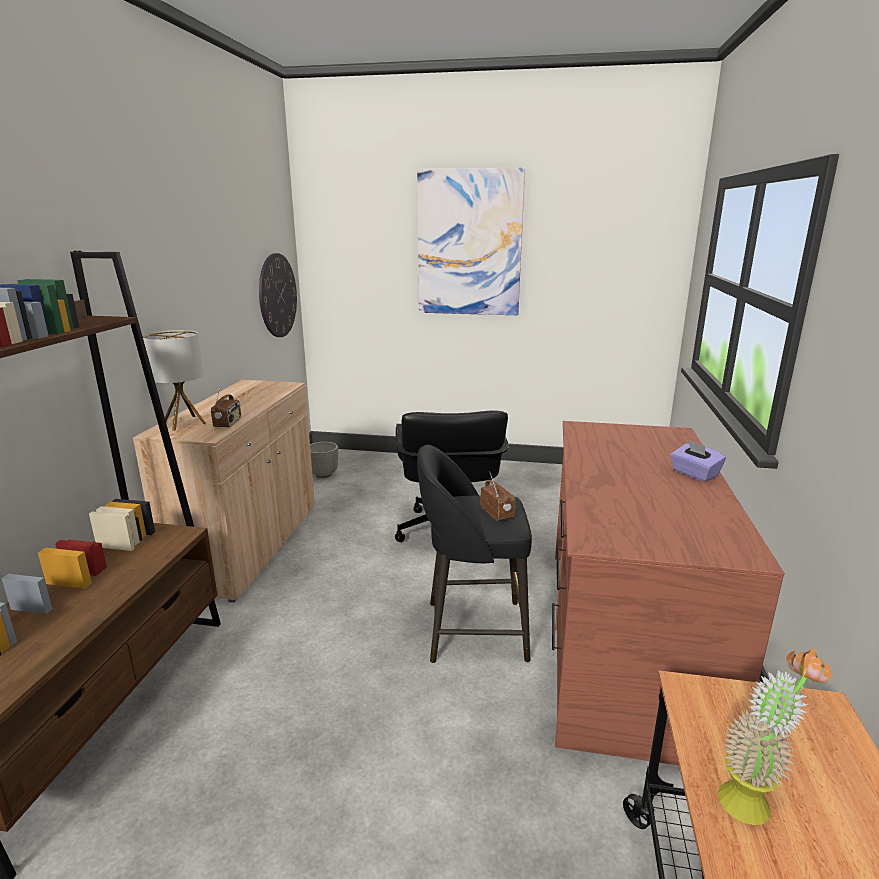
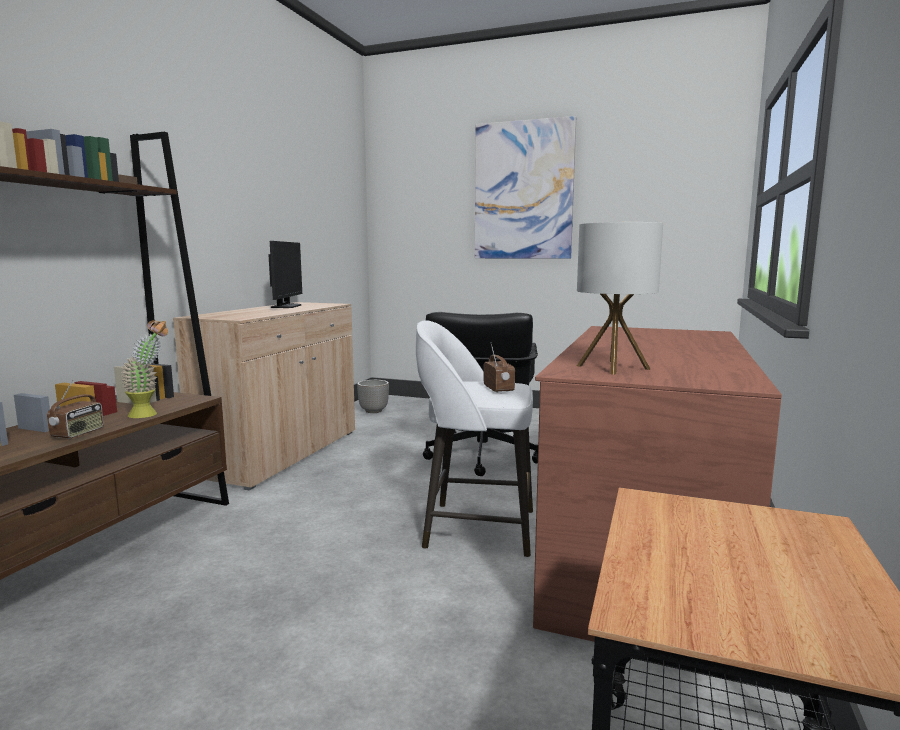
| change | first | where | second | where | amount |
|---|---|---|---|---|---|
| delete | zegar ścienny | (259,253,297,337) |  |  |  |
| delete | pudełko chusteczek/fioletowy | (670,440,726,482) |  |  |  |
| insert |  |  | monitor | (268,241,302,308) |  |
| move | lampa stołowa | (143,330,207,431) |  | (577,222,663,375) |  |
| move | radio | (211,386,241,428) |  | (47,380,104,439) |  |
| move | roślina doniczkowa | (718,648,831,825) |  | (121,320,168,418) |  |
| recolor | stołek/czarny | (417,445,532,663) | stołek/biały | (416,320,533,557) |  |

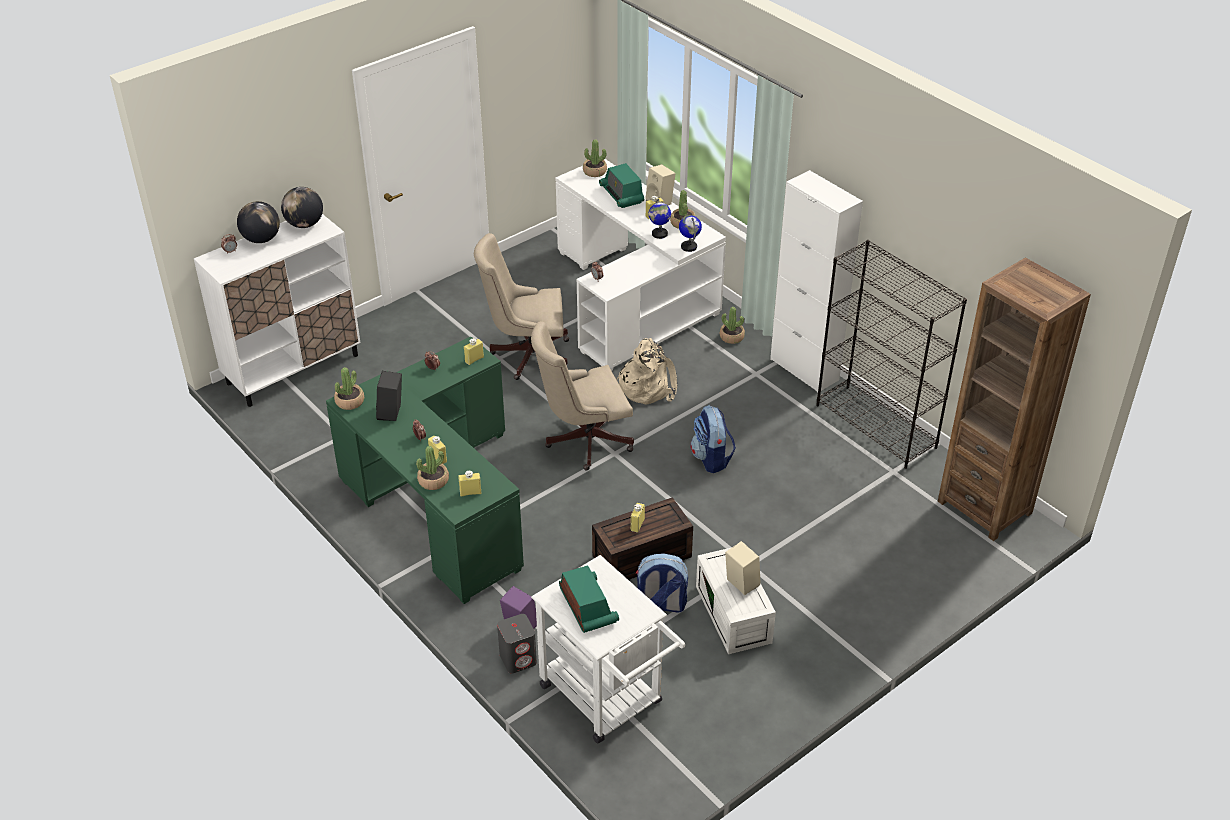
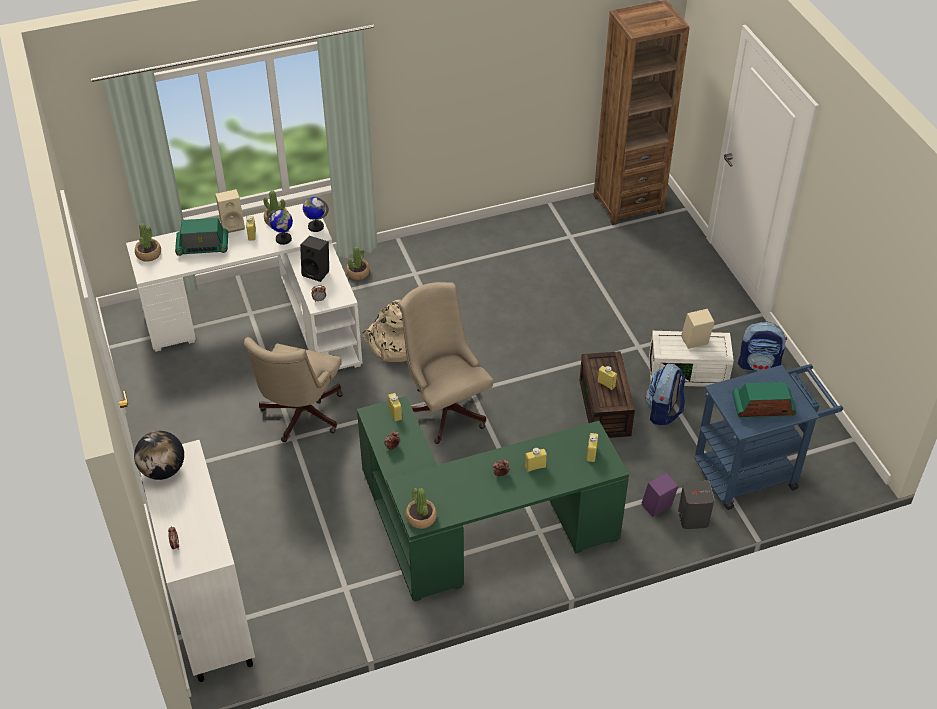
| change | first | where | second | where | amount |
|---|---|---|---|---|---|
| delete | globus | (237,201,280,243) |  |  |  |
| delete | roślina doniczkowa | (416,446,449,490) |  |  |  |
| delete | szafka/biały | (770,170,863,392) |  |  |  |
| delete | regał/czarny | (816,240,967,469) |  |  |  |
| move | głośnik/czarny | (376,371,402,421) |  | (300,236,329,282) |  |
| move | plecak | (690,405,736,473) |  | (738,322,787,371) |  |
| recolor | wózek/biały | (531,555,685,743) | wózek/niebieski | (694,364,843,510) |  |
| rotate | krzesło biurowe/beżowy | (531,321,634,470) |  | (399,282,493,444) | 150 degrees clockwise |

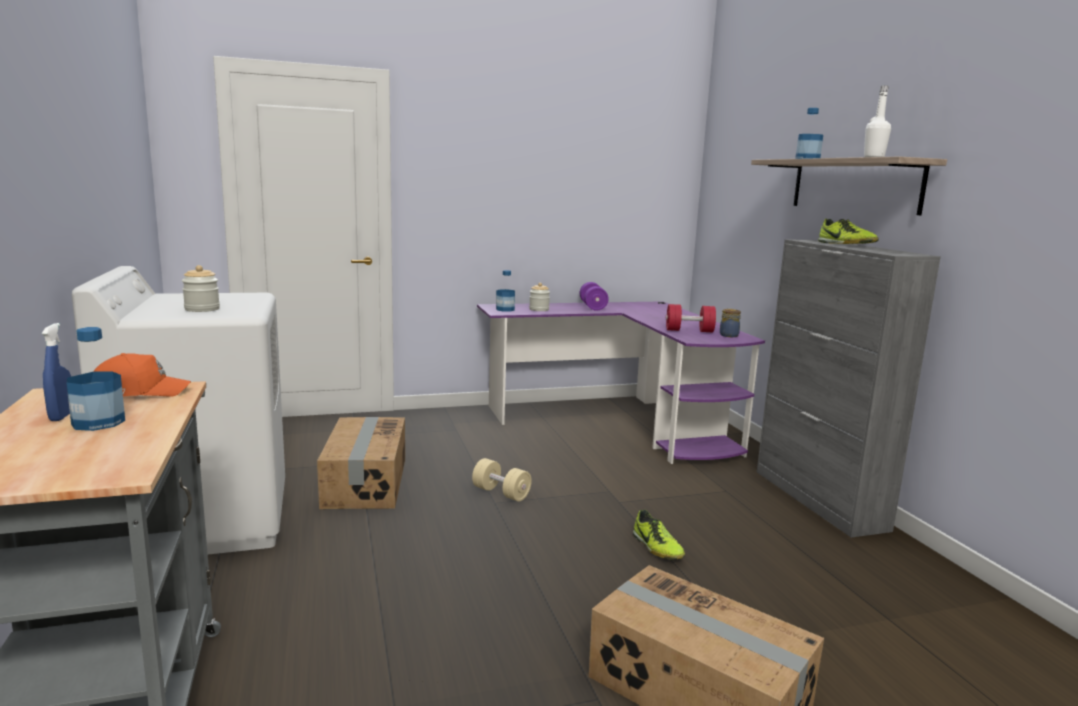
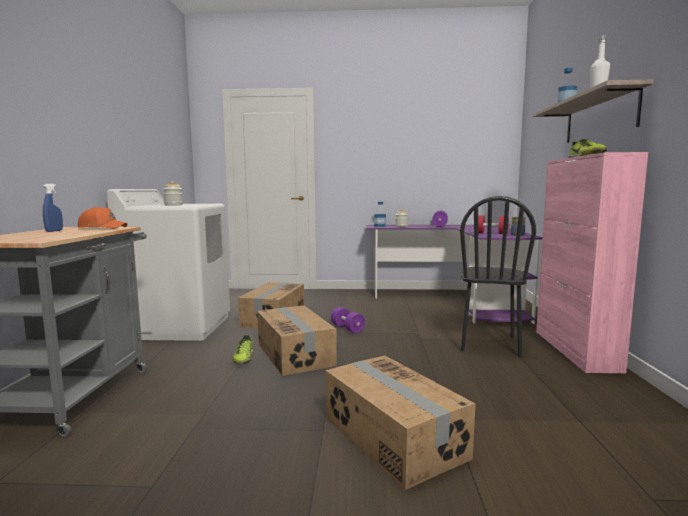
| change | first | where | second | where | amount |
|---|---|---|---|---|---|
| delete | butelka | (66,327,125,431) |  |  |  |
| insert |  |  | karton | (257,306,337,376) |  |
| insert |  |  | krzesło/czarny | (460,196,536,357) |  |
| move | but | (633,510,685,560) |  | (233,335,253,364) |  |
| recolor | hantel/beżowy | (472,458,532,501) | hantel/fioletowy | (331,307,365,333) |  |
| recolor | szafka/szary | (757,239,941,538) | szafka/różowy | (536,152,648,373) |  |

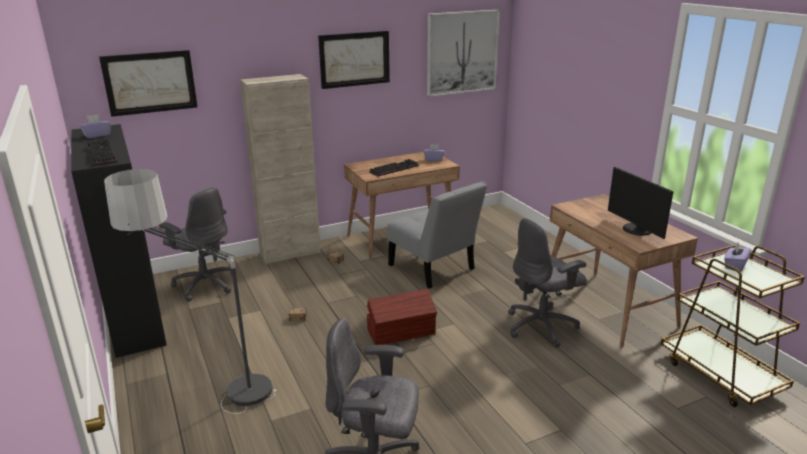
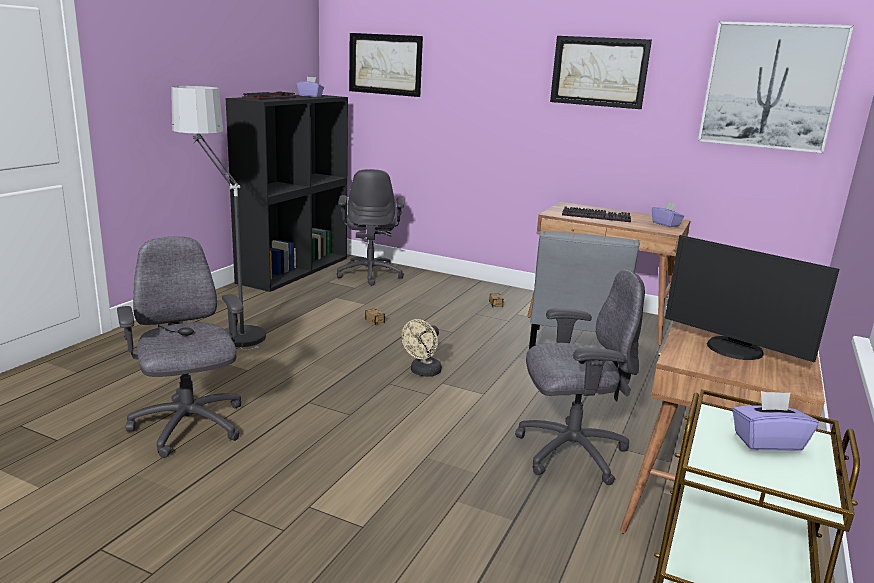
| change | first | where | second | where | amount |
|---|---|---|---|---|---|
| delete | szafka/beżowy | (240,74,321,264) |  |  |  |
| replace | pojemnik do przechowywania/brązowy | (367,289,437,345) | wentylator/beżowy | (402,319,442,377) |  |
| rotate | krzesło biurowe/szary | (508,218,587,348) |  | (515,270,645,485) | 150 degrees clockwise |
| rotate | monitor | (608,167,674,239) |  | (665,235,839,362) | 75 degrees counterclockwise |

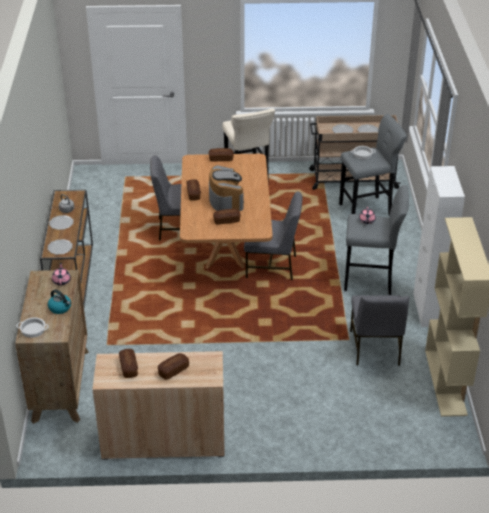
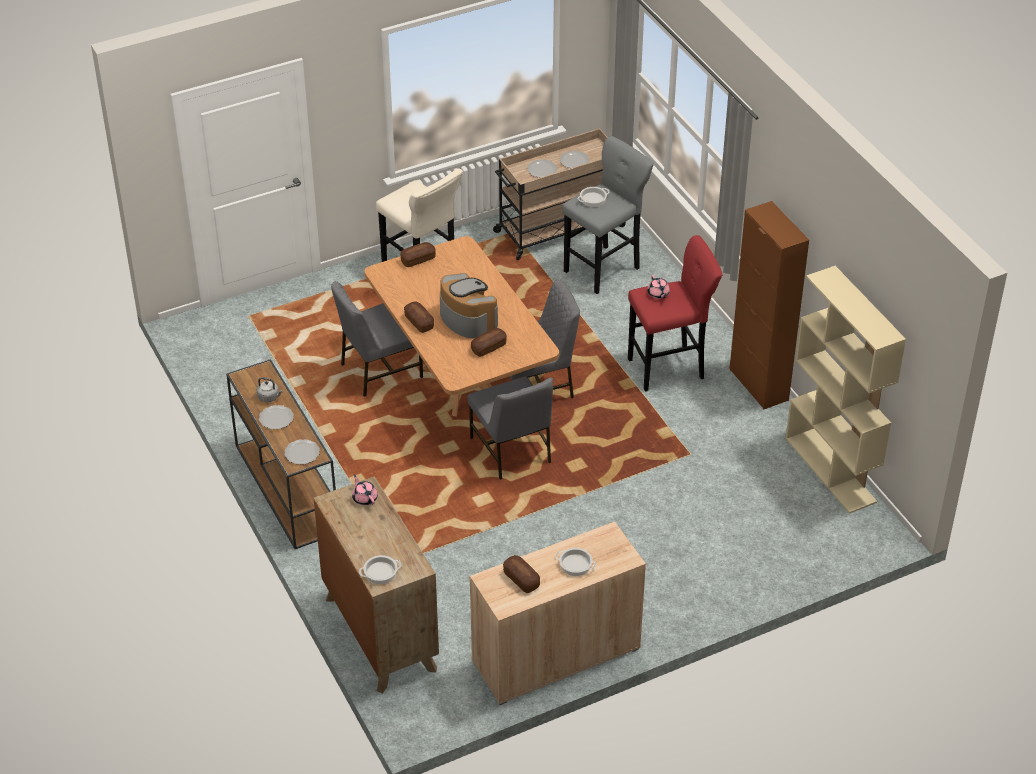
| change | first | where | second | where | amount |
|---|---|---|---|---|---|
| delete | czajnik | (48,289,71,314) |  |  |  |
| move | krzesło/szary | (350,295,410,366) |  | (467,377,553,480) |  |
| replace | chleb | (158,353,189,380) | garnek | (555,548,596,576) |  |
| recolor | stołek/szary | (344,185,409,295) | stołek/czerwony | (628,235,723,392) |  |
| recolor | szafka/biały | (413,166,465,327) | szafka/brązowy | (729,201,809,410) |  |

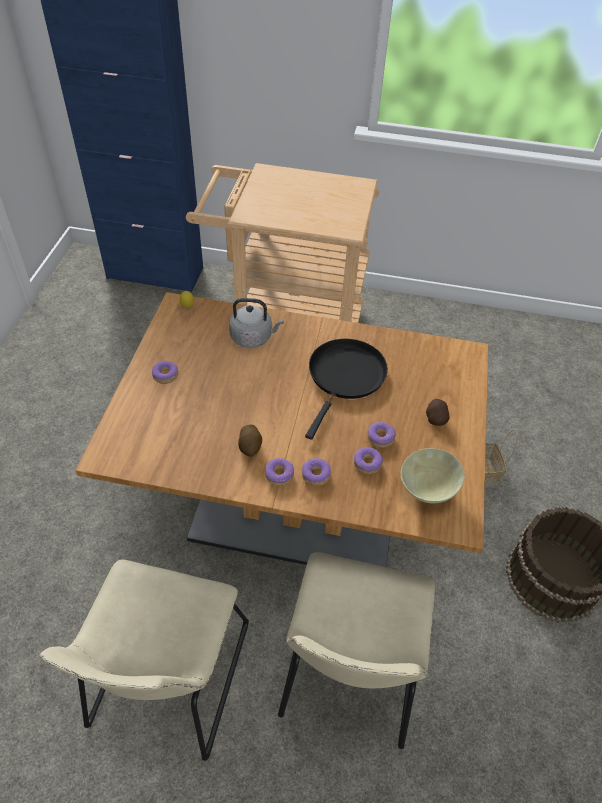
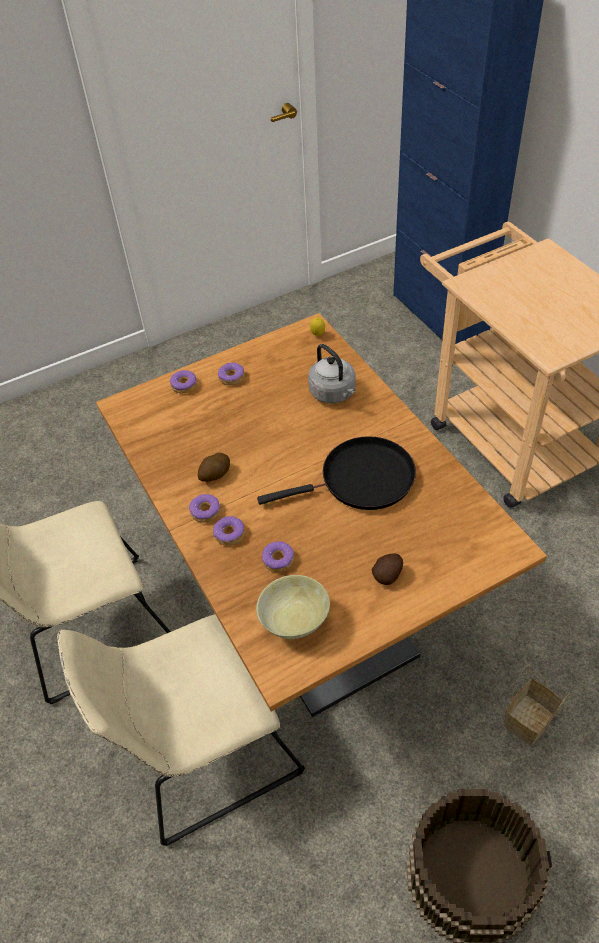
| change | first | where | second | where | amount |
|---|---|---|---|---|---|
| move | donut | (367,422,396,448) |  | (170,370,197,393) |  |

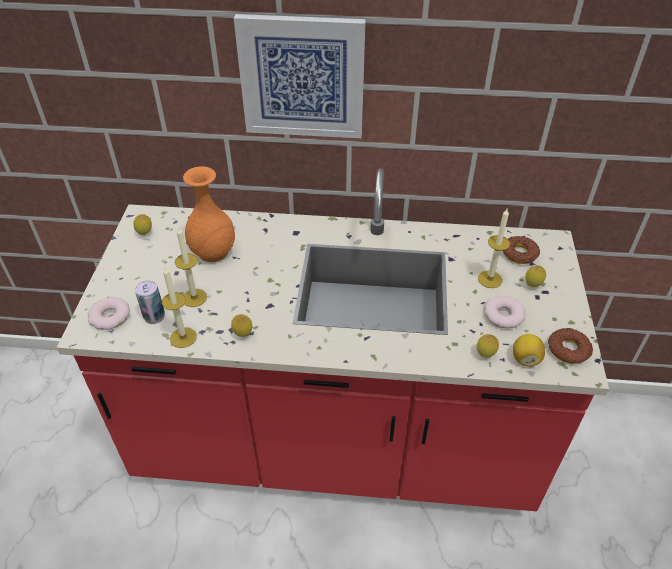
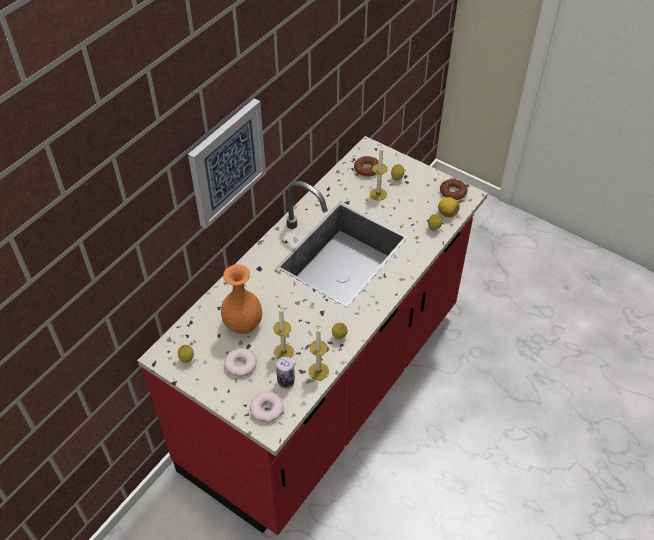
| change | first | where | second | where | amount |
|---|---|---|---|---|---|
| move | donut | (484,296,526,328) |  | (224,348,257,377) |  |

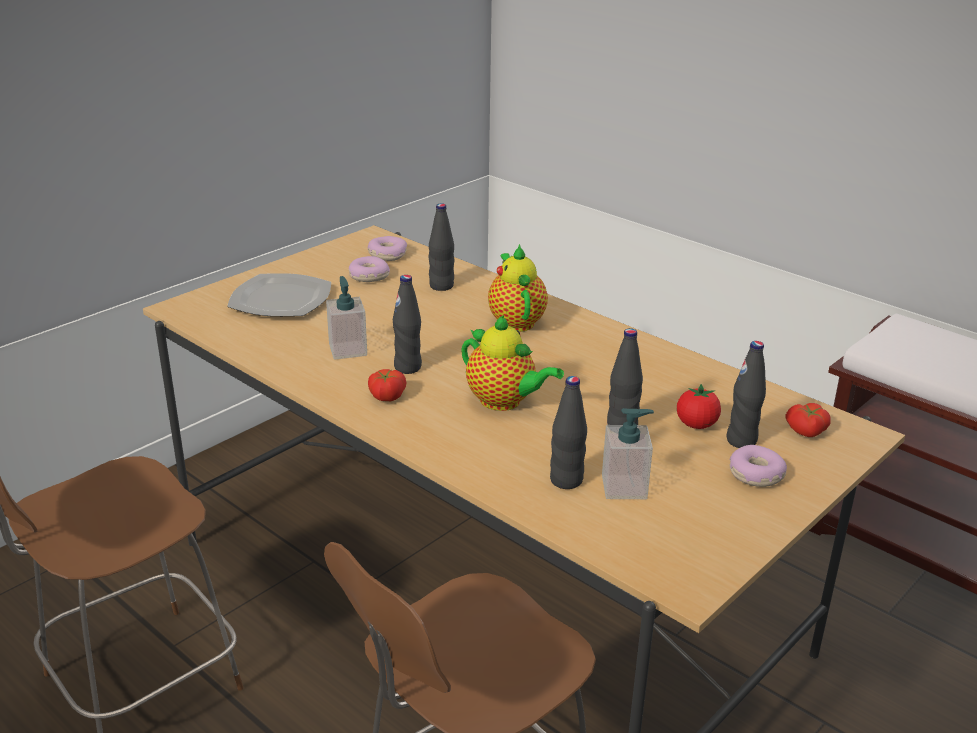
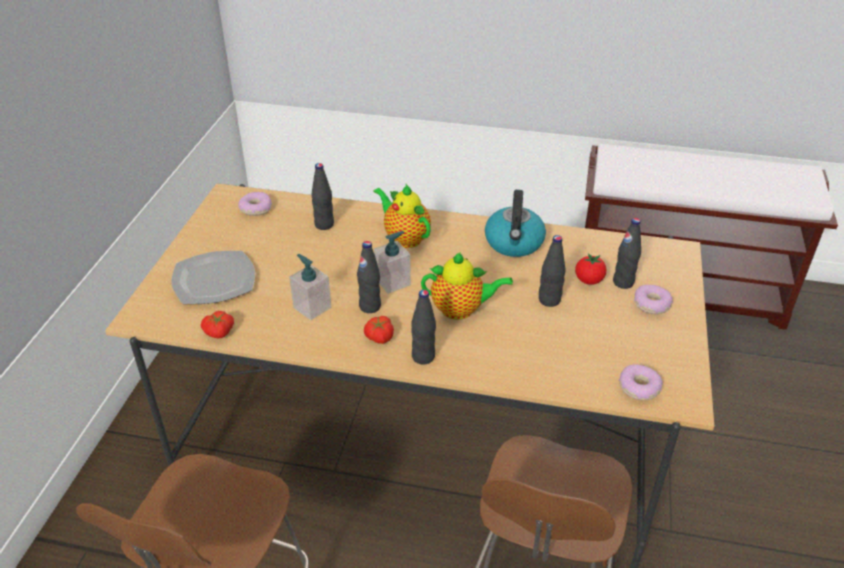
| change | first | where | second | where | amount |
|---|---|---|---|---|---|
| insert |  |  | czajnik | (485,190,546,257) |  |
| move | donut | (349,256,390,282) |  | (619,364,663,400) |  |
| move | butelka/czarny | (550,376,587,489) |  | (411,290,436,365) |  |
| move | dozownik mydła | (602,408,654,499) |  | (374,231,411,294) |  |
| move | pomidor | (785,403,831,437) |  | (201,311,234,338) |  |

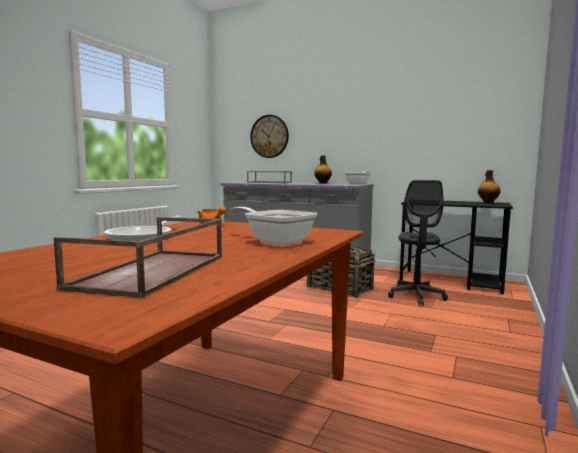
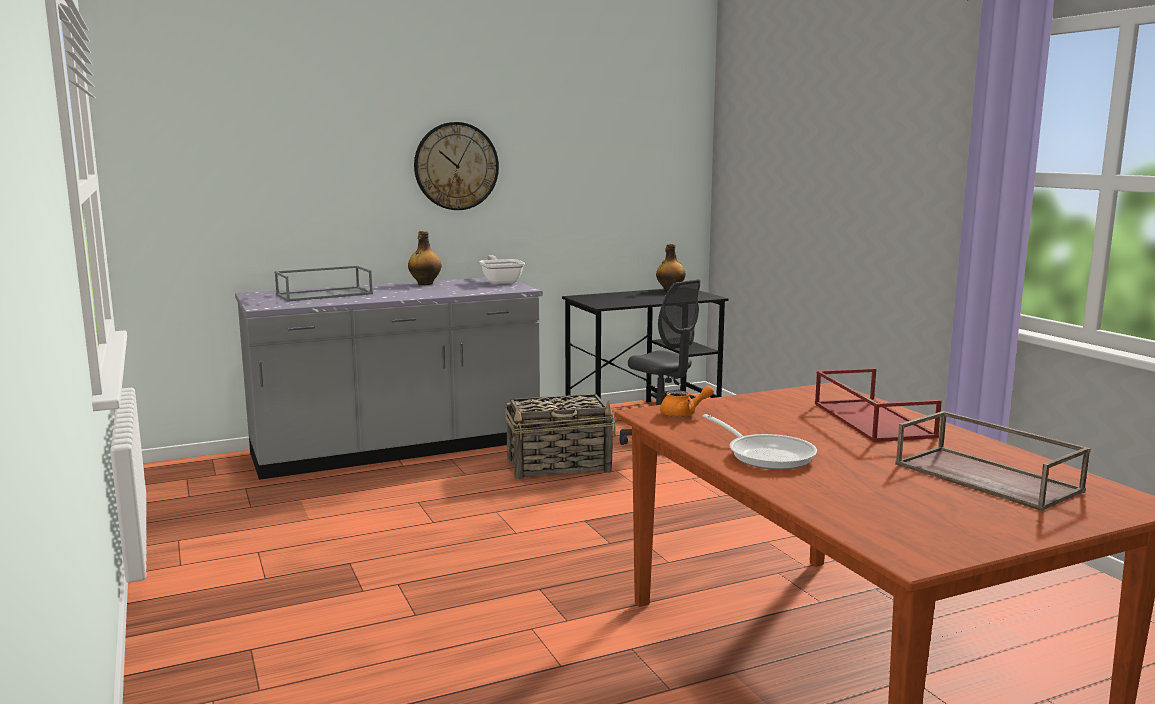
| change | first | where | second | where | amount |
|---|---|---|---|---|---|
| move | zegar ścienny | (250,115,289,158) |  | (414,122,499,210) |  |
| replace | patelnia | (231,207,317,246) | taca/czerwony | (815,368,942,442) |  |

